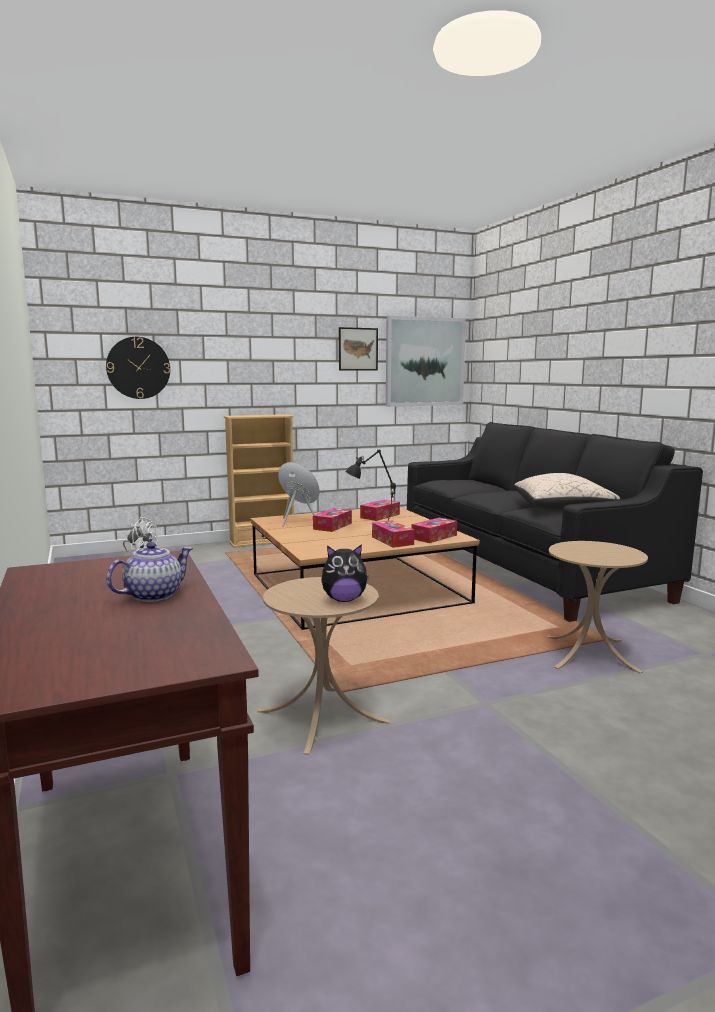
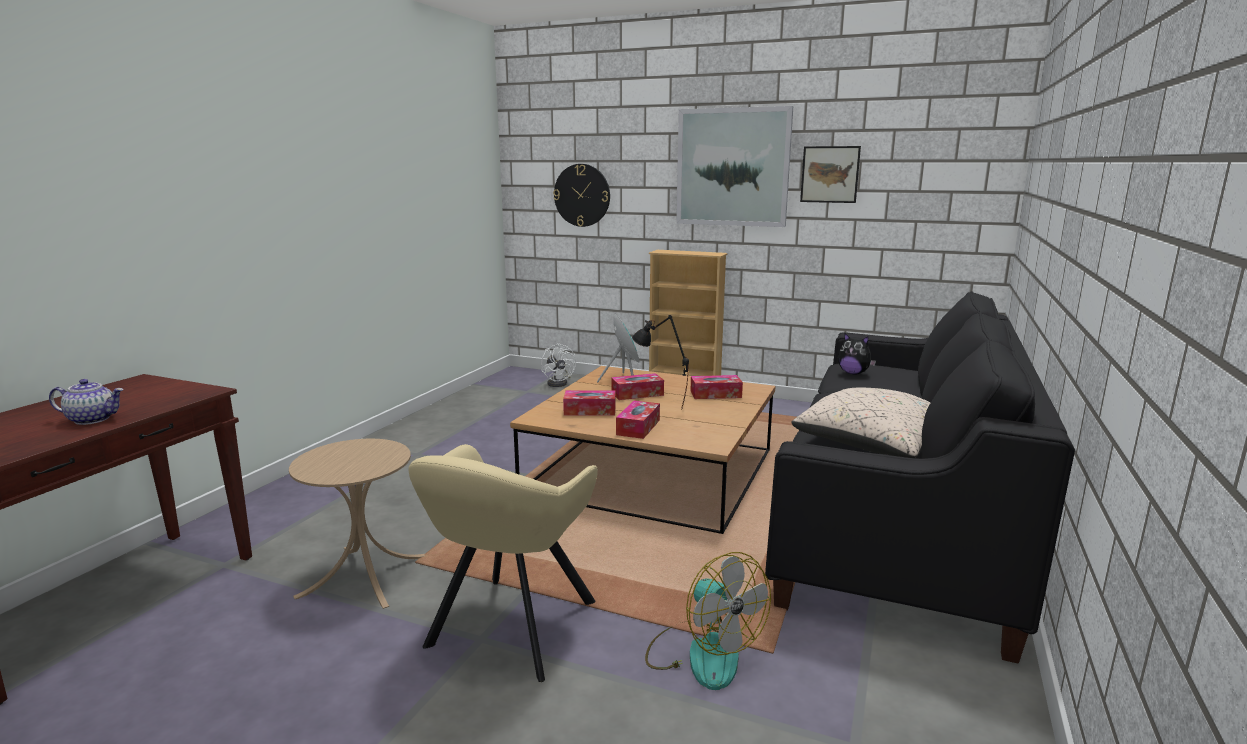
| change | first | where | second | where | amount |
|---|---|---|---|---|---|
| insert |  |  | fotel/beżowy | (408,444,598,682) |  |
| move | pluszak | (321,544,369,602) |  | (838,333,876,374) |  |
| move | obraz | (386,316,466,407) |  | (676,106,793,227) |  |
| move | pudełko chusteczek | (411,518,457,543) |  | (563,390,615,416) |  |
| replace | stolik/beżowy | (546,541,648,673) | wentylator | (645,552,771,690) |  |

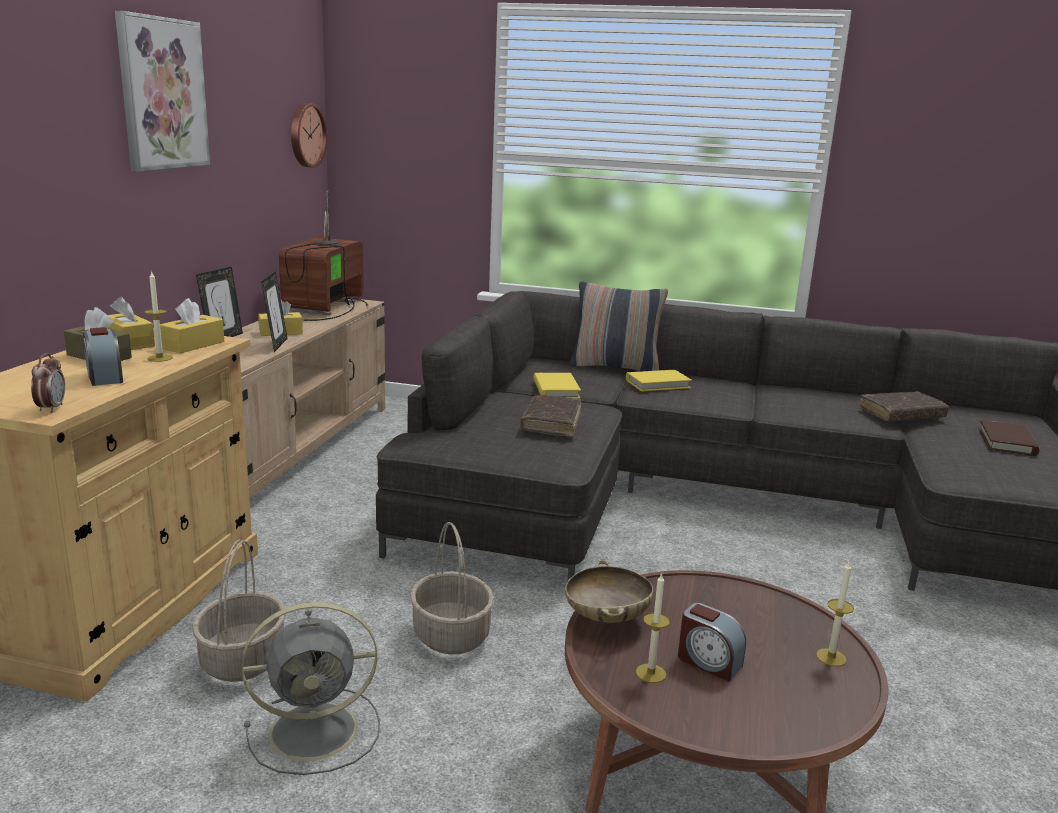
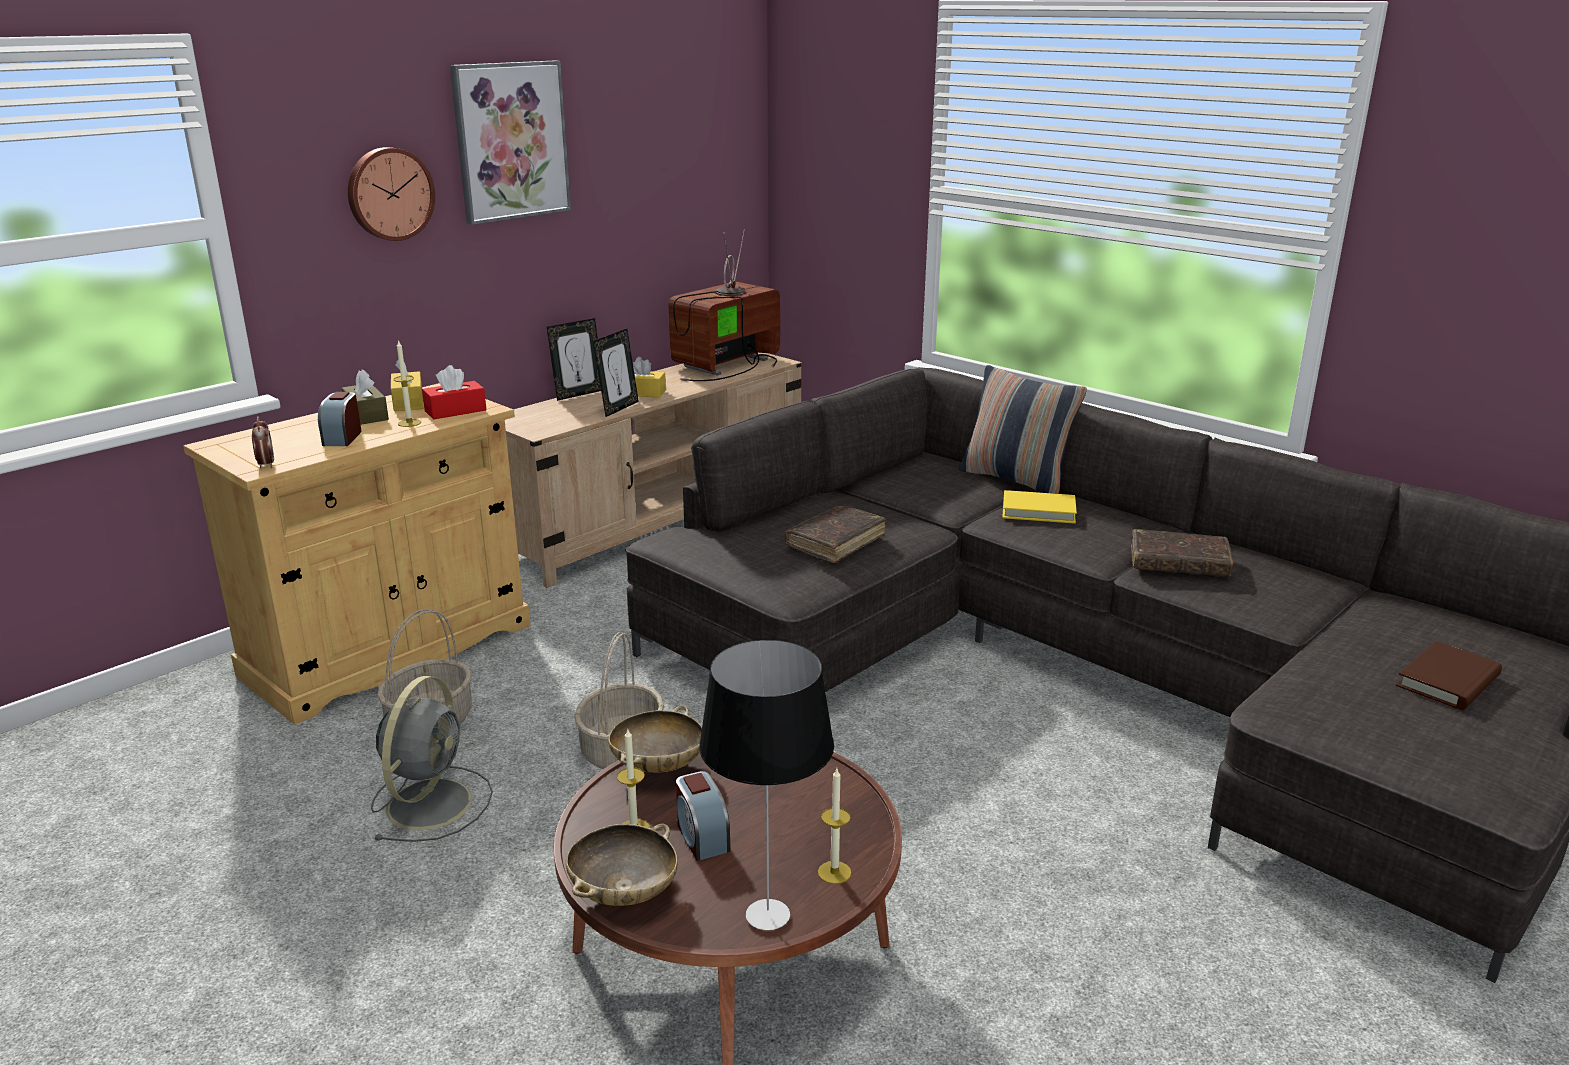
| change | first | where | second | where | amount |
|---|---|---|---|---|---|
| delete | książka/żółty | (533,373,581,399) |  |  |  |
| insert |  |  | miska/beżowy | (566,824,678,906) |  |
| insert |  |  | lampa stołowa | (699,640,834,930) |  |
| move | zegar ścienny | (291,103,327,168) |  | (348,147,435,241) |  |
| move | książka/brązowy | (859,391,949,422) |  | (1131,529,1233,576) |  |
| recolor | pudełko chusteczek/żółty | (160,298,224,353) | pudełko chusteczek/czerwony | (422,365,486,419) |  |
| rotate | budzik | (31,353,65,413) |  | (252,416,274,468) | 45 degrees counterclockwise |
| rotate | wentylator/szary | (242,602,380,775) |  | (371,676,493,842) | 90 degrees counterclockwise |

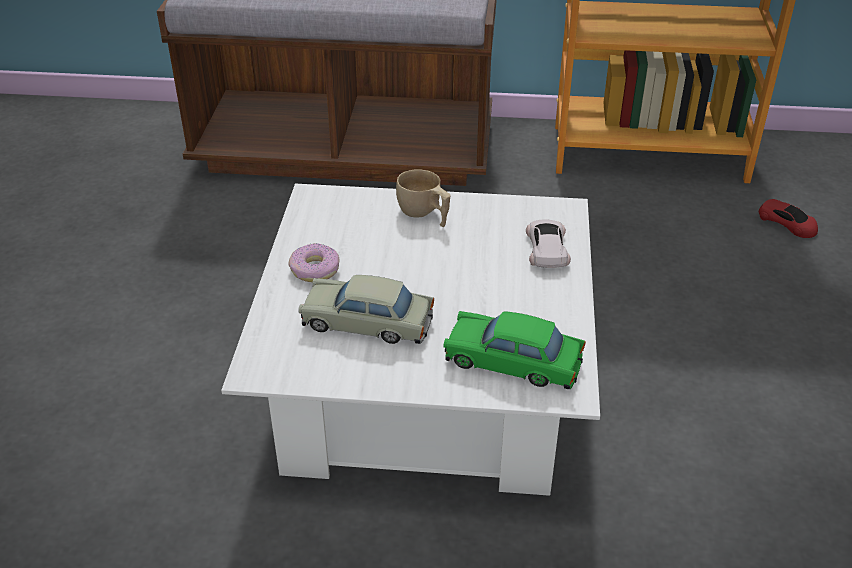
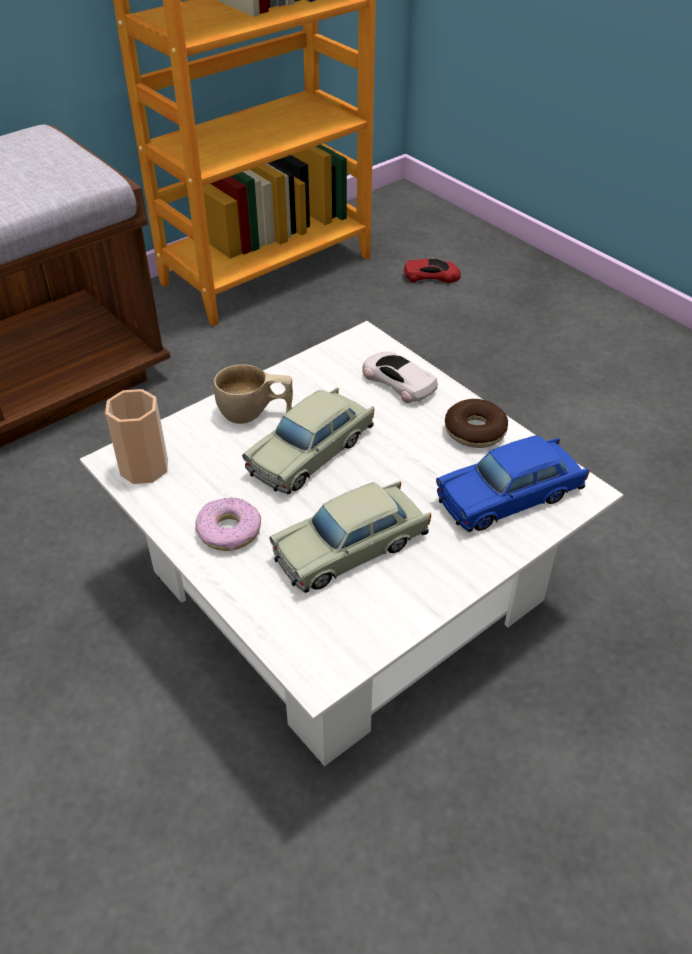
| change | first | where | second | where | amount |
|---|---|---|---|---|---|
| insert |  |  | filiżanka | (105,389,168,484) |  |
| insert |  |  | samochodzik/beżowy | (242,388,374,494) |  |
| insert |  |  | donut | (445,399,508,448) |  |
| recolor | samochodzik/zielony | (443,311,586,389) | samochodzik/niebieski | (436,435,590,532) |  |

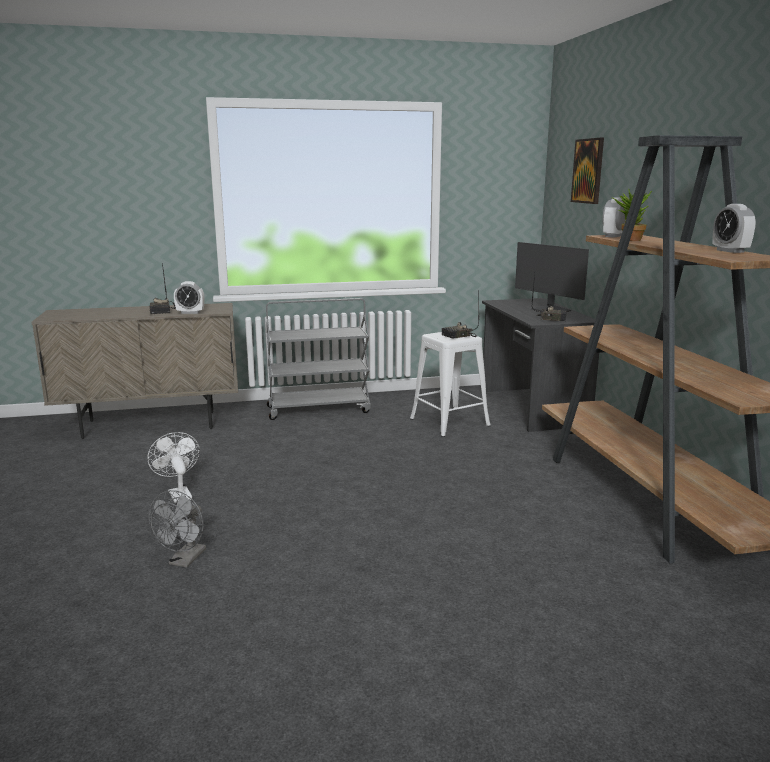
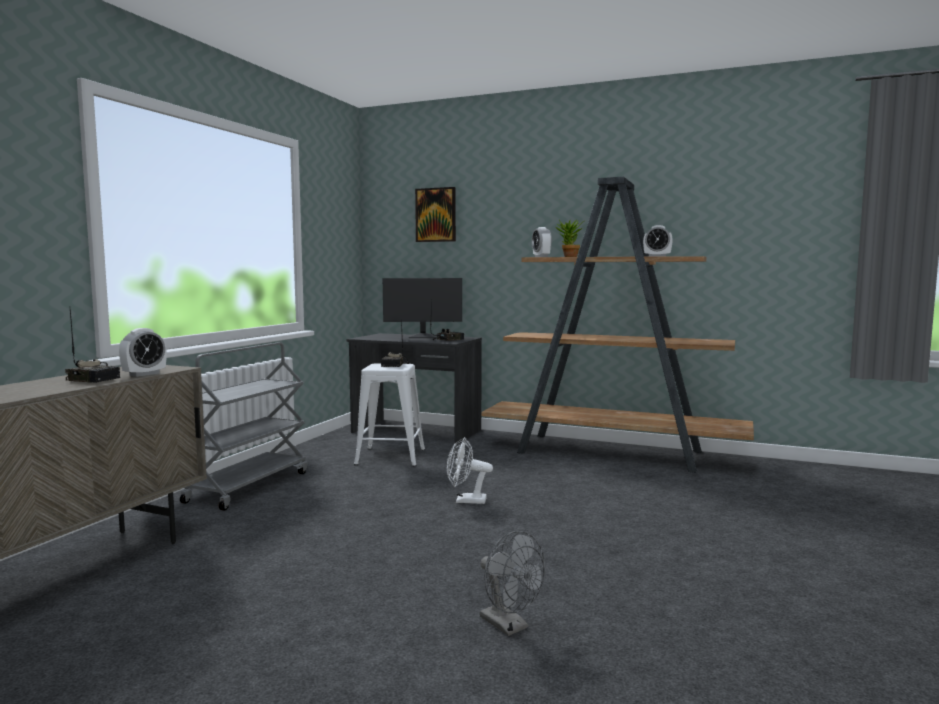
| change | first | where | second | where | amount |
|---|---|---|---|---|---|
| move | wentylator/biały | (147,432,200,503) |  | (447,437,493,504) |  |

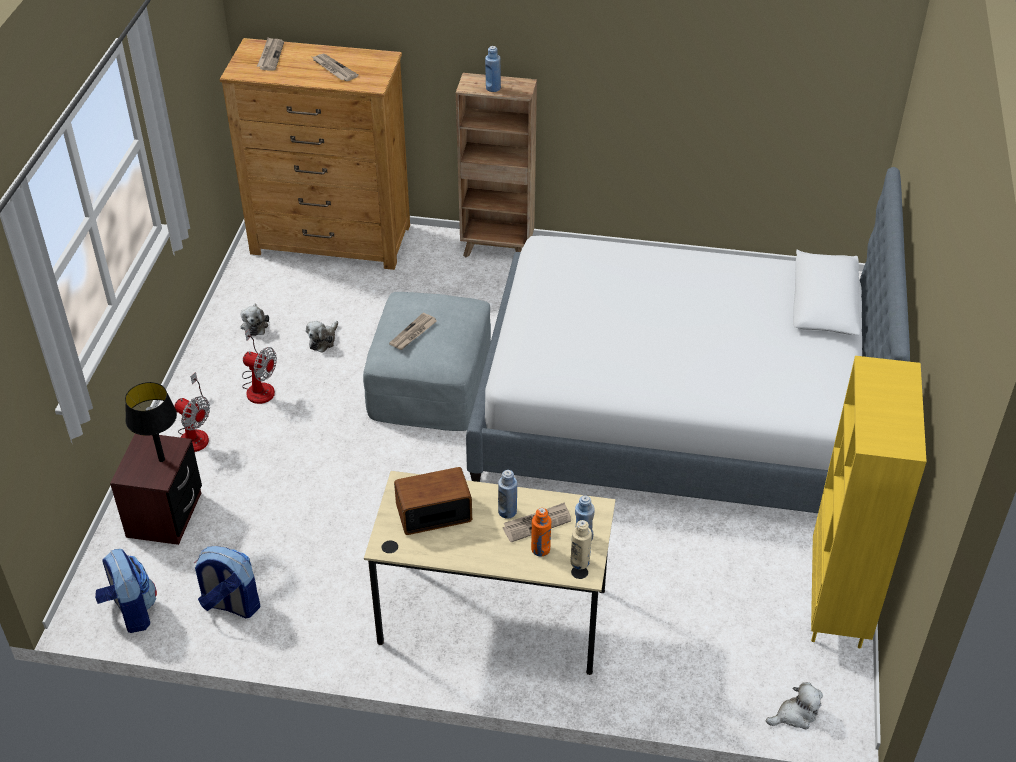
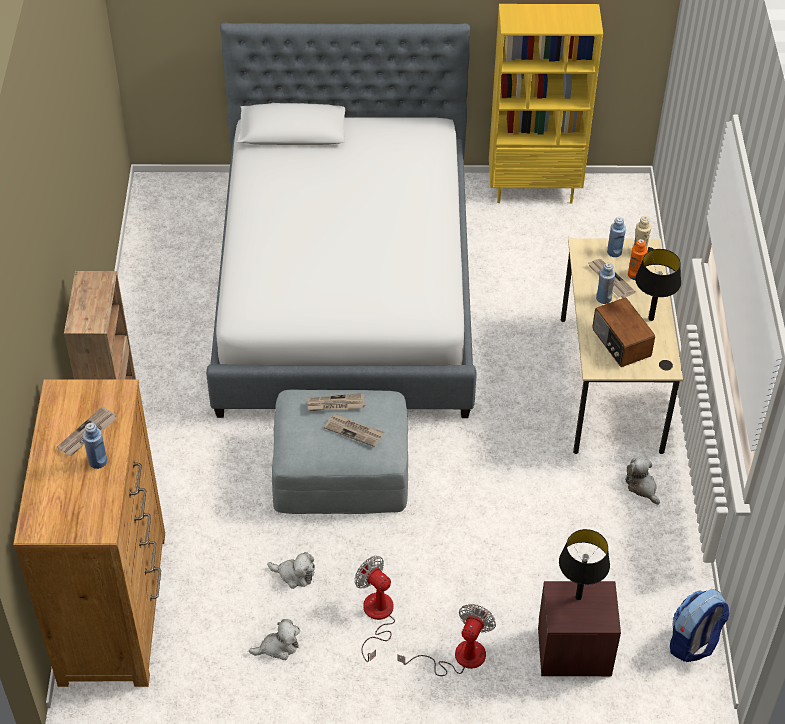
| change | first | where | second | where | amount |
|---|---|---|---|---|---|
| delete | plecak | (194,546,260,618) |  |  |  |
| insert |  |  | lampa stołowa/czarny | (635,249,681,321) |  |
| move | gazeta | (257,37,284,71) |  | (307,393,365,411) |  |
| move | butelka/niebieski | (485,46,501,92) |  | (83,423,107,469) |  |
| move | pluszak | (766,682,823,729) |  | (625,457,660,505) |  |
| rotate | wentylator | (242,329,277,404) |  | (355,556,395,662) | 60 degrees counterclockwise |

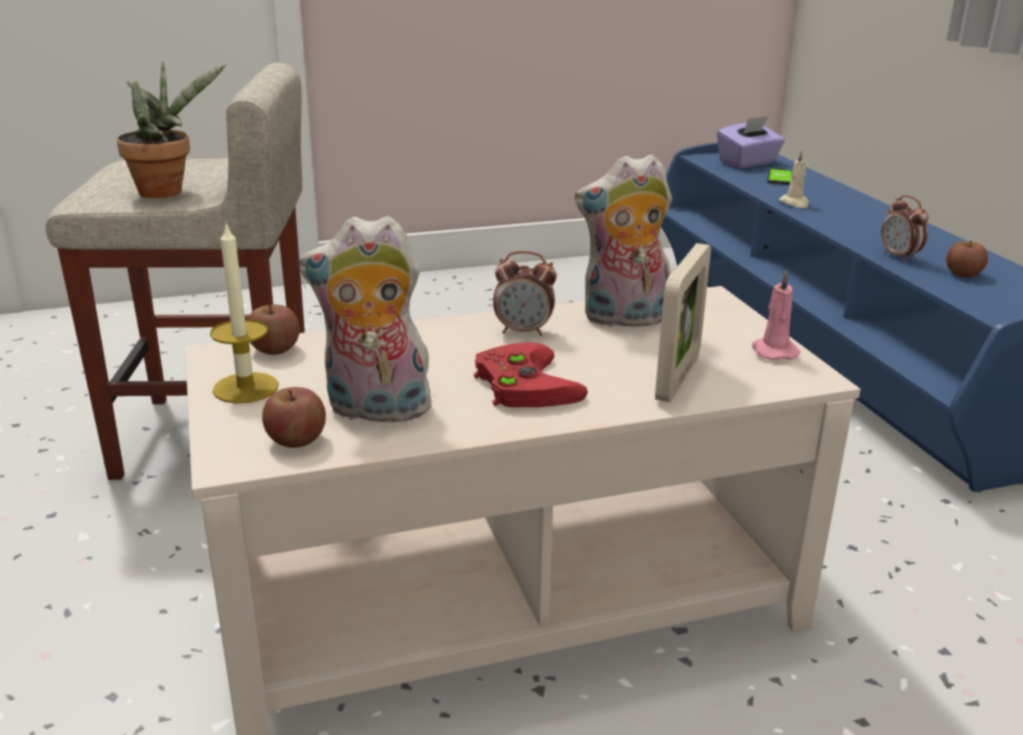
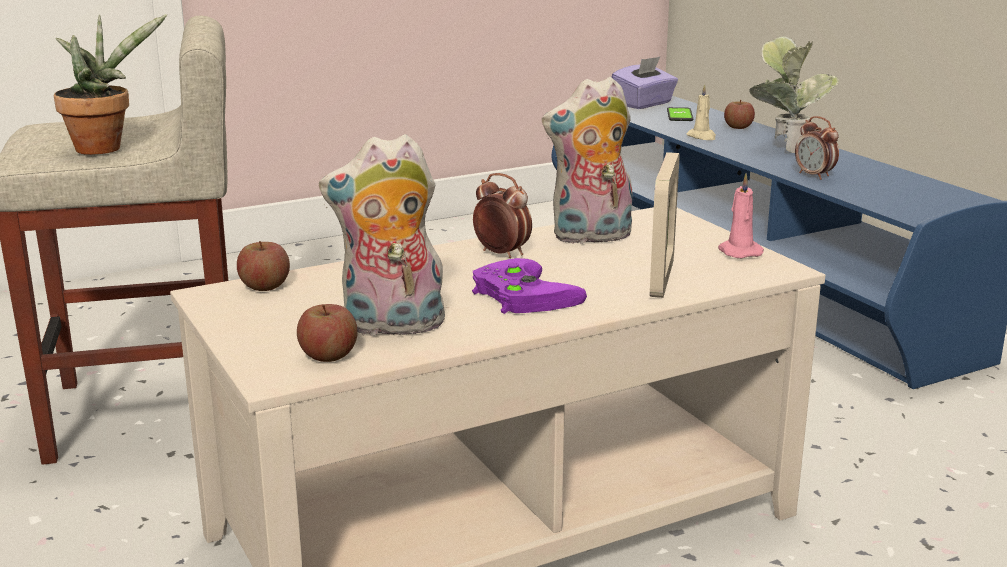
| change | first | where | second | where | amount |
|---|---|---|---|---|---|
| delete | świeca | (210,221,279,403) |  |  |  |
| insert |  |  | roślina doniczkowa | (749,36,839,153) |  |
| move | jabłko | (946,241,988,277) |  | (724,100,755,129) |  |
| recolor | pad do gier/czerwony | (474,342,588,407) | pad do gier/fioletowy | (472,258,587,314) |  |
| rotate | budzik | (493,251,557,336) |  | (473,173,532,258) | 135 degrees counterclockwise |

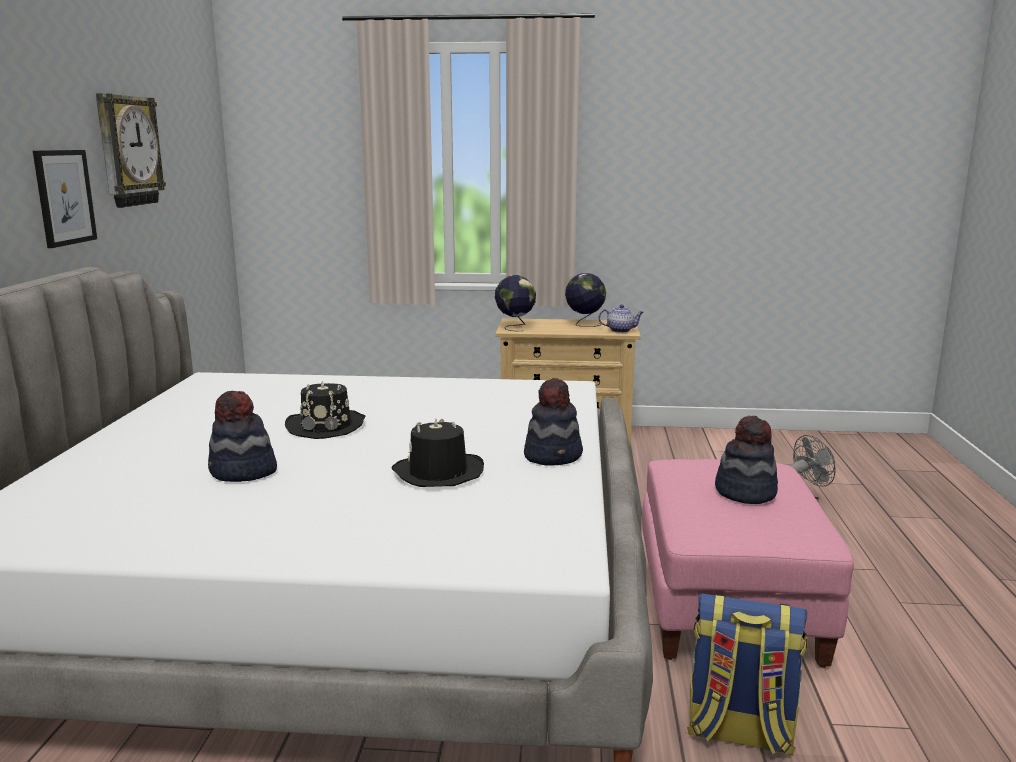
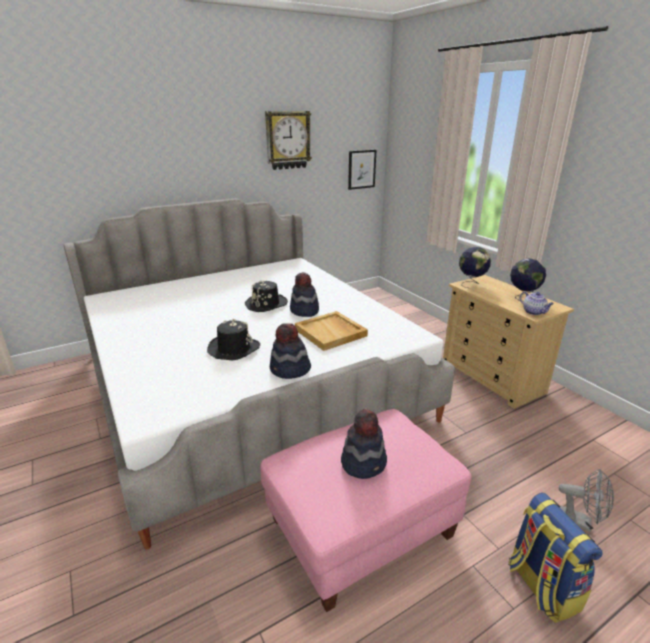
| change | first | where | second | where | amount |
|---|---|---|---|---|---|
| insert |  |  | taca/beżowy | (295,311,368,351) |  |
| move | obraz | (33,150,97,248) |  | (348,150,376,190) |  |
| move | kapelusz | (208,391,277,482) |  | (290,272,319,317) |  |
| move | plecak | (687,594,808,755) |  | (508,493,603,623) |  |

